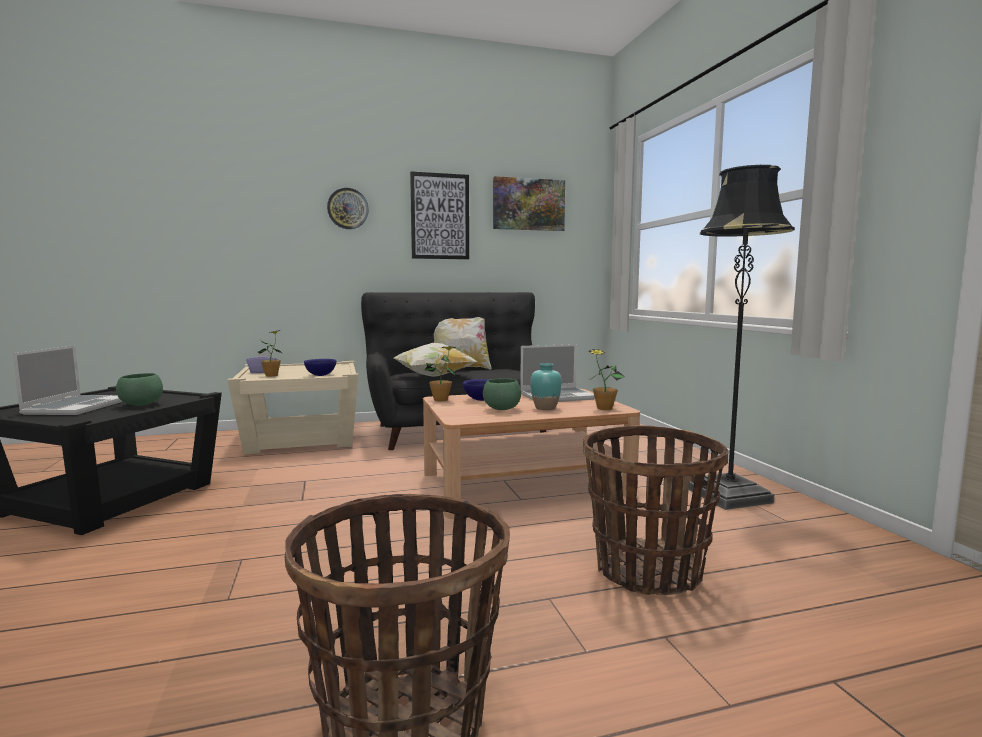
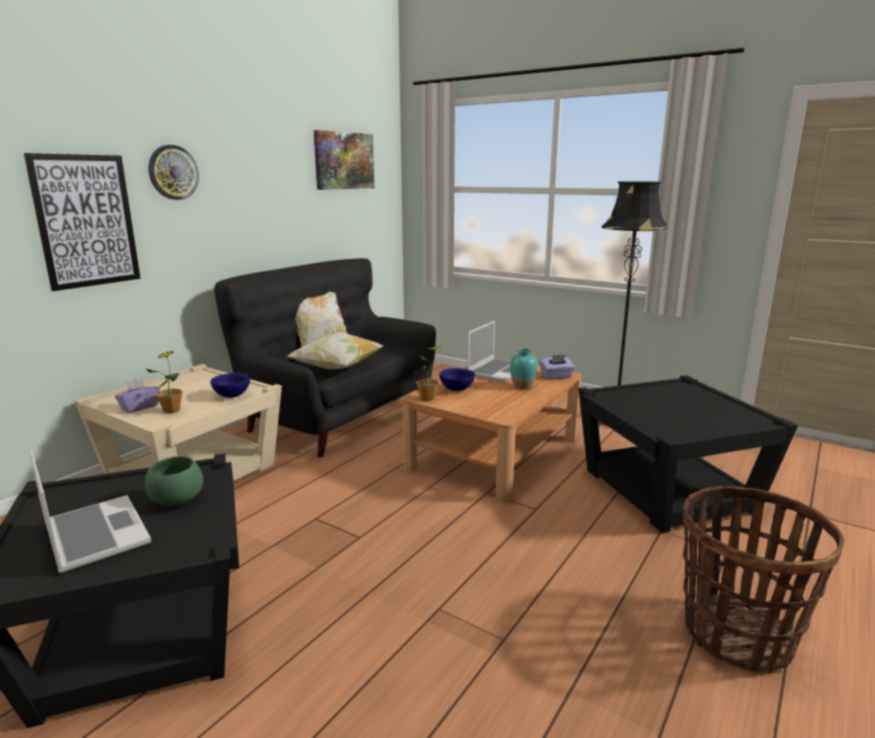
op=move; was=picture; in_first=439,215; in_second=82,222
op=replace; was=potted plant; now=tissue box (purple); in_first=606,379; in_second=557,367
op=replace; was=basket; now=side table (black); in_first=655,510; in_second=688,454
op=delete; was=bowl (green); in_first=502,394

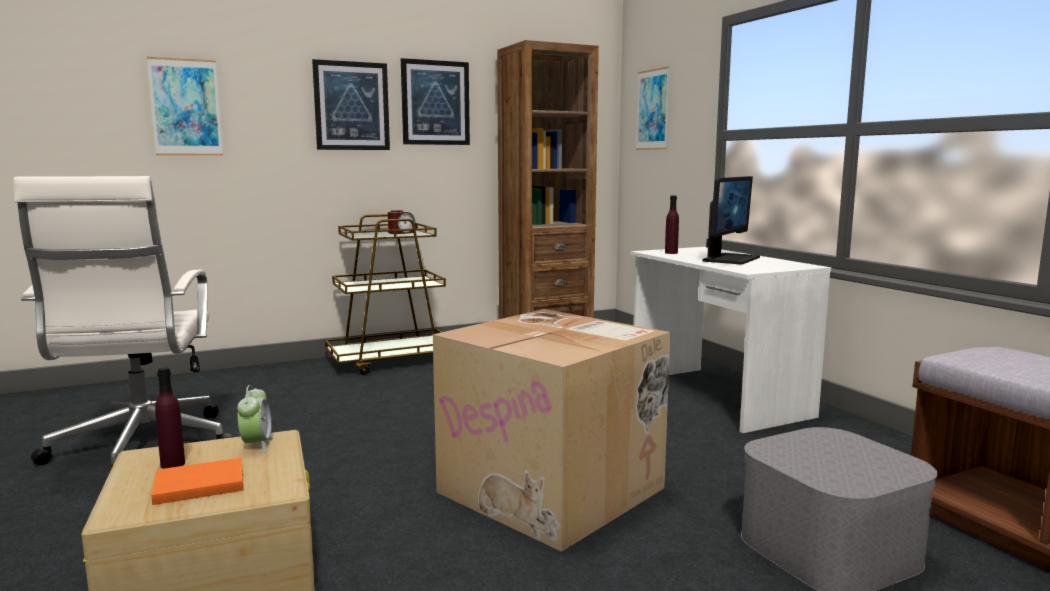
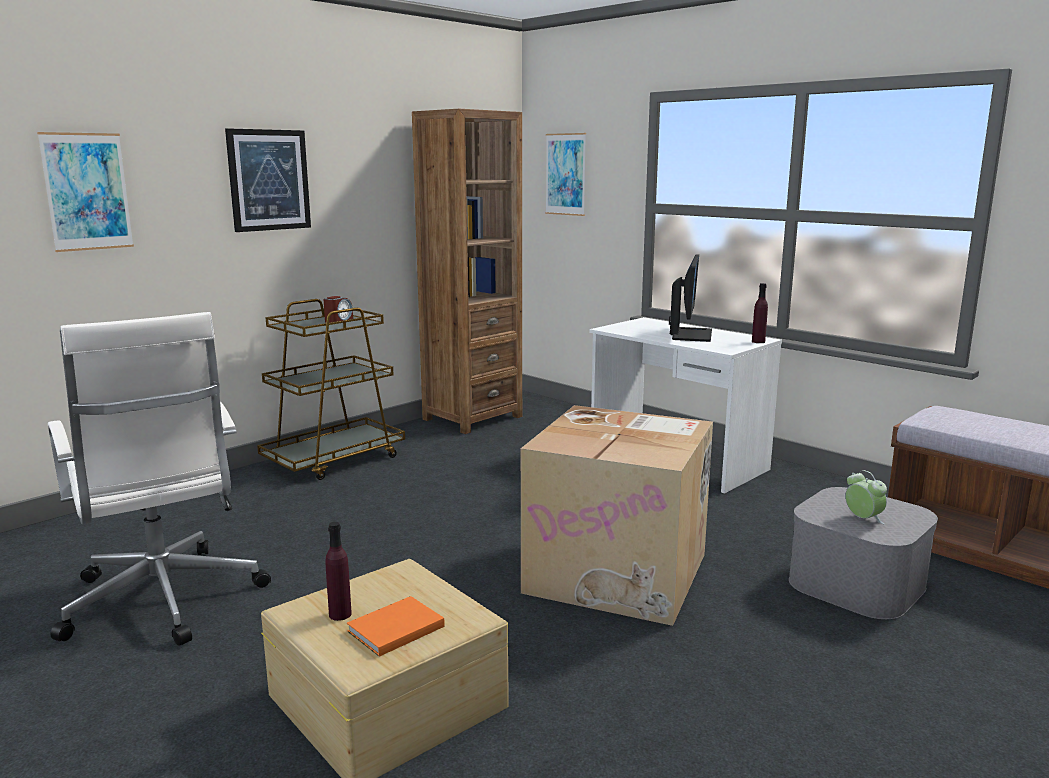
op=move; was=bottle (purple); in_first=672,225; in_second=760,313
op=move; was=alarm clock; in_first=255,419; in_second=866,497
op=delete; was=picture; in_first=435,101

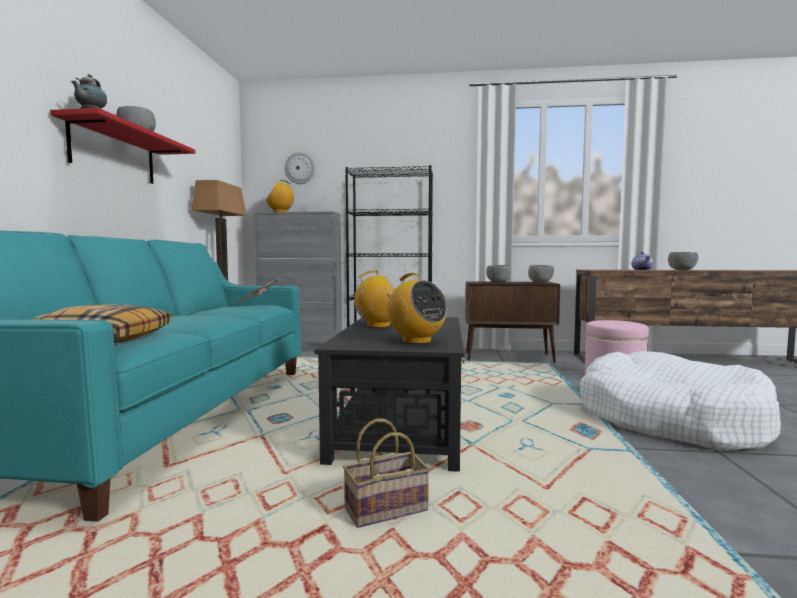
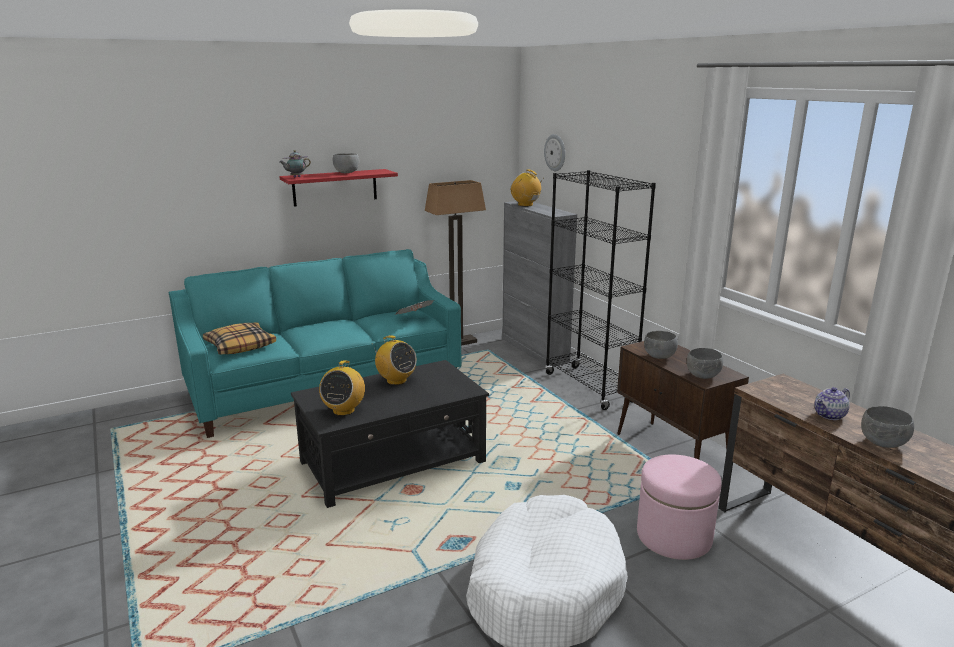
op=delete; was=basket; in_first=386,473

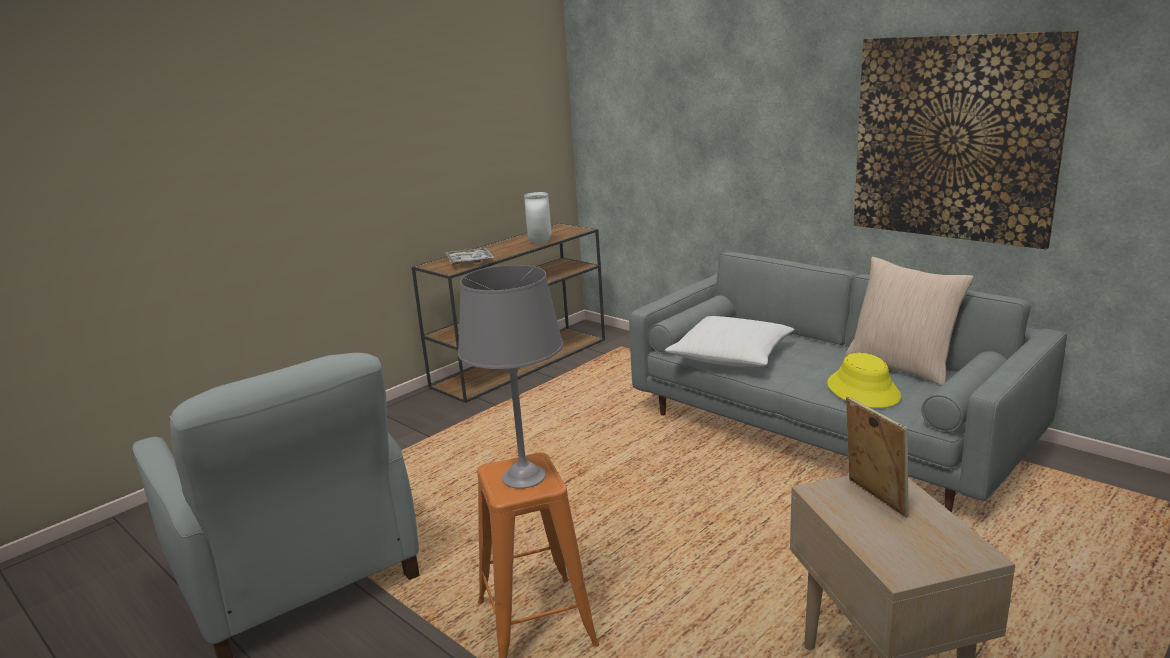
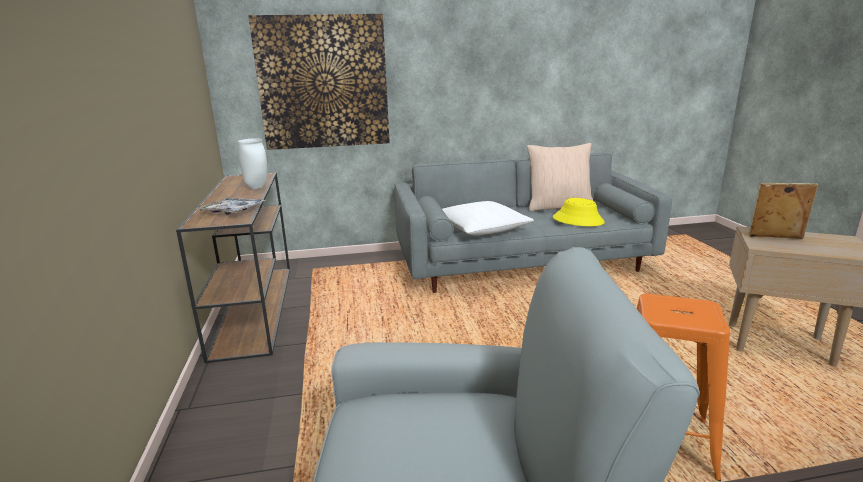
op=move; was=picture; in_first=966,139; in_second=319,82
op=delete; was=table lamp (grey); in_first=510,377

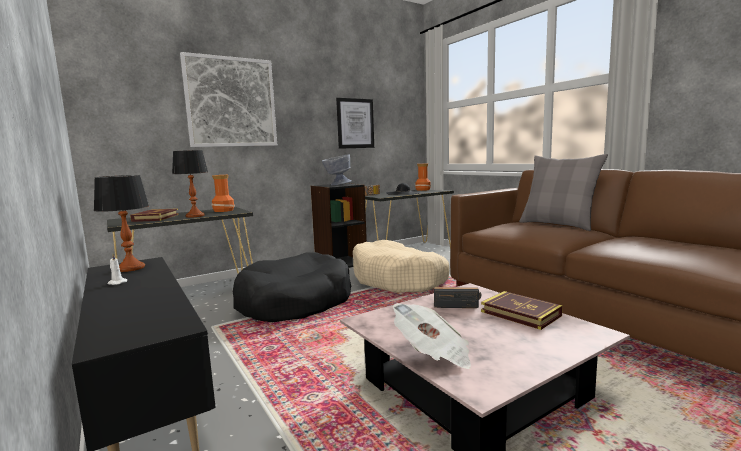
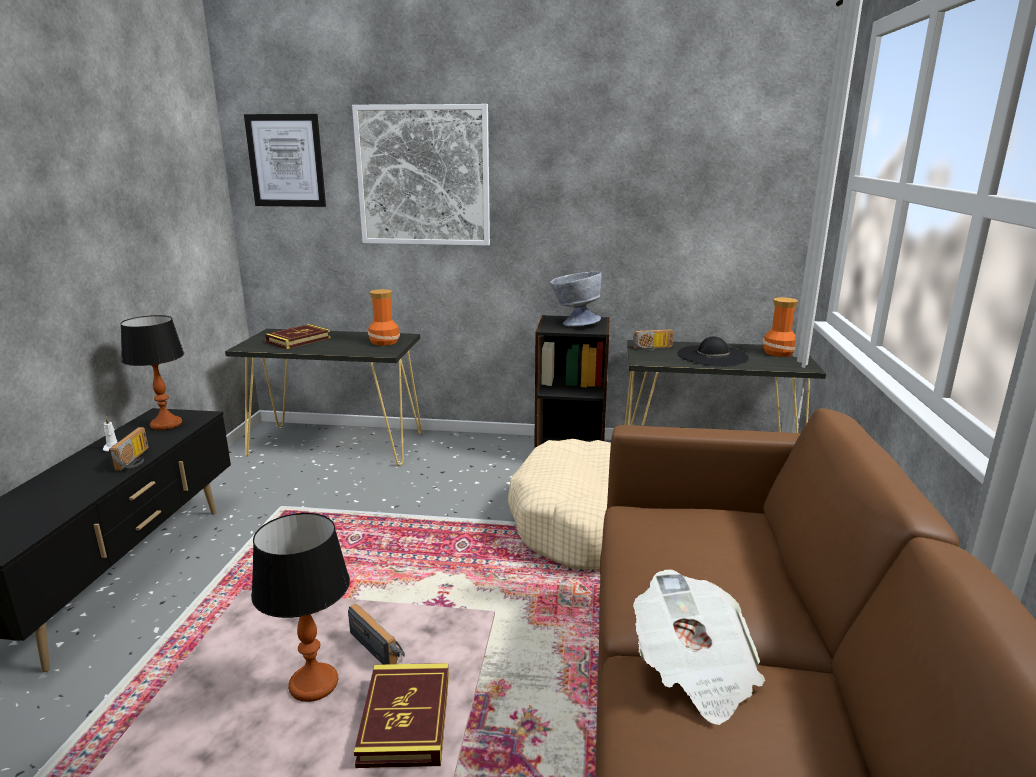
op=insert; now=radio; in_second=128,449
op=move; was=picture; in_first=355,123; in_second=285,160
op=move; was=table lamp; in_first=190,184; in_second=300,607
op=move; was=newspaper; in_first=432,336; in_second=699,647
op=delete; was=dog bed (black); in_first=292,287
op=delete; was=pillow (grey); in_first=563,192

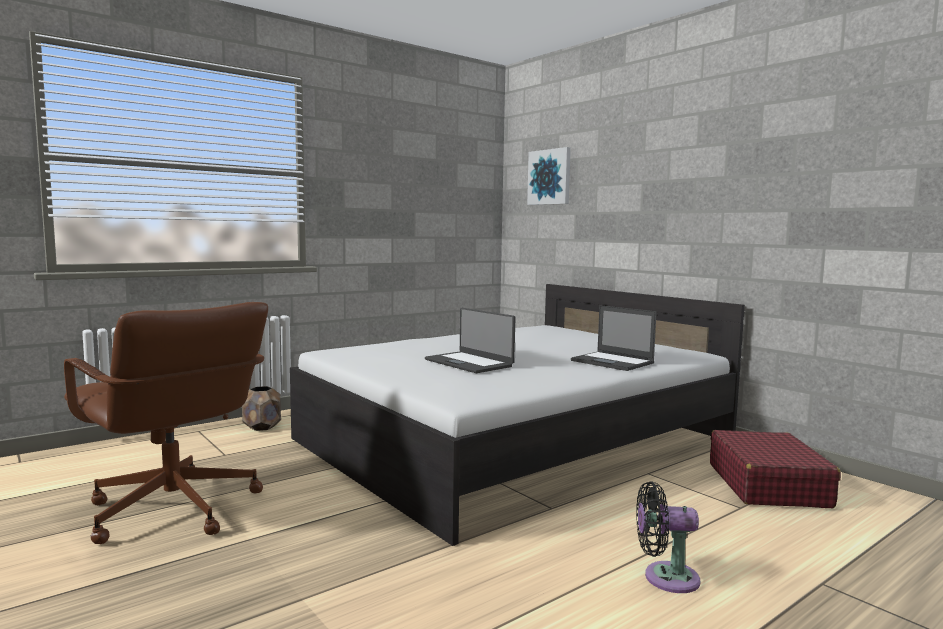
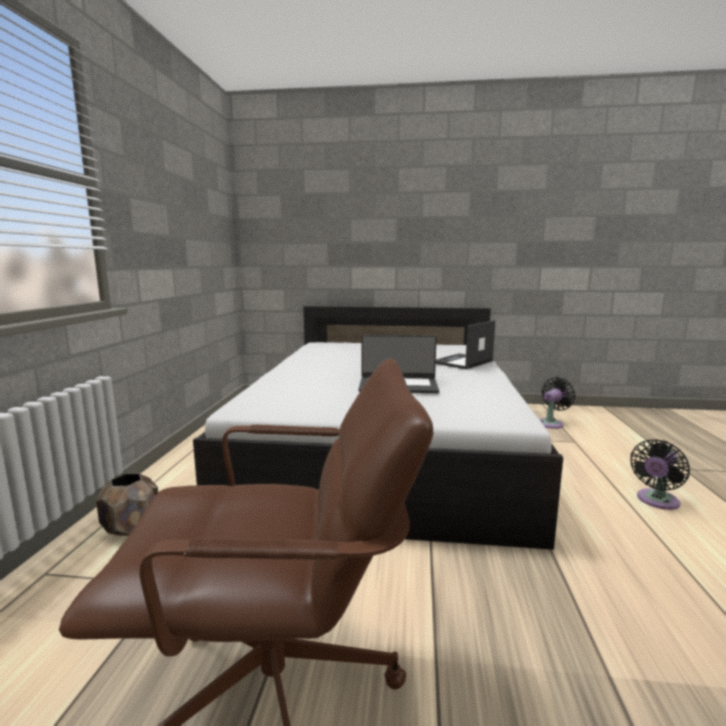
op=rotate; was=laptop; in_first=614,338; in_second=465,344; clockwise=135
op=replace; was=suitcase (red); now=fan (black); in_first=775,469; in_second=557,403
op=delete; was=picture; in_first=549,176

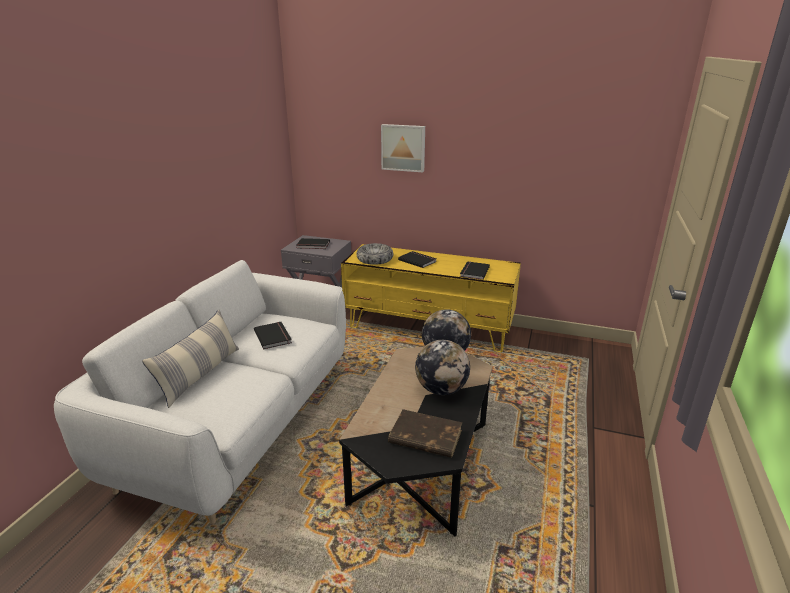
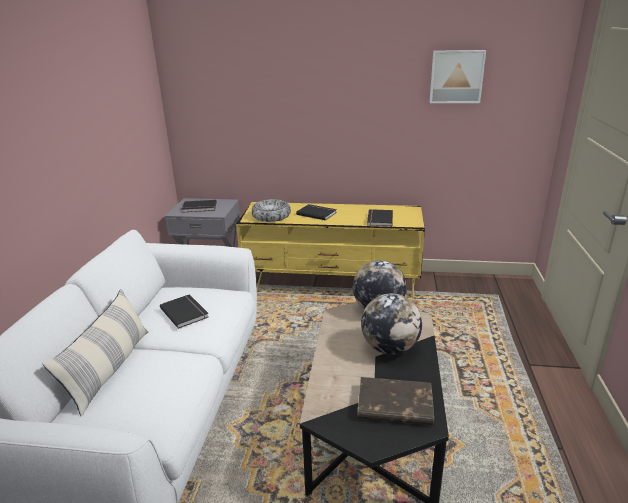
op=move; was=picture; in_first=403,148; in_second=458,76

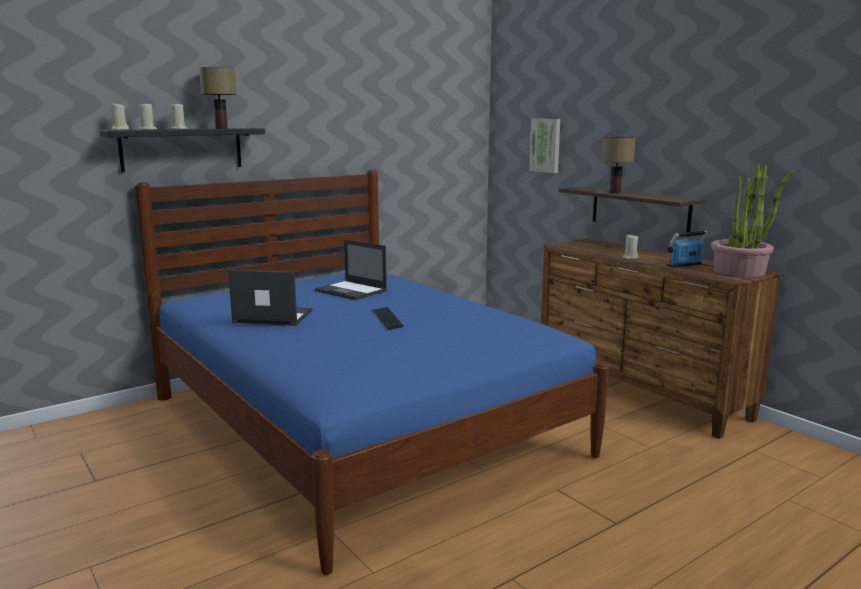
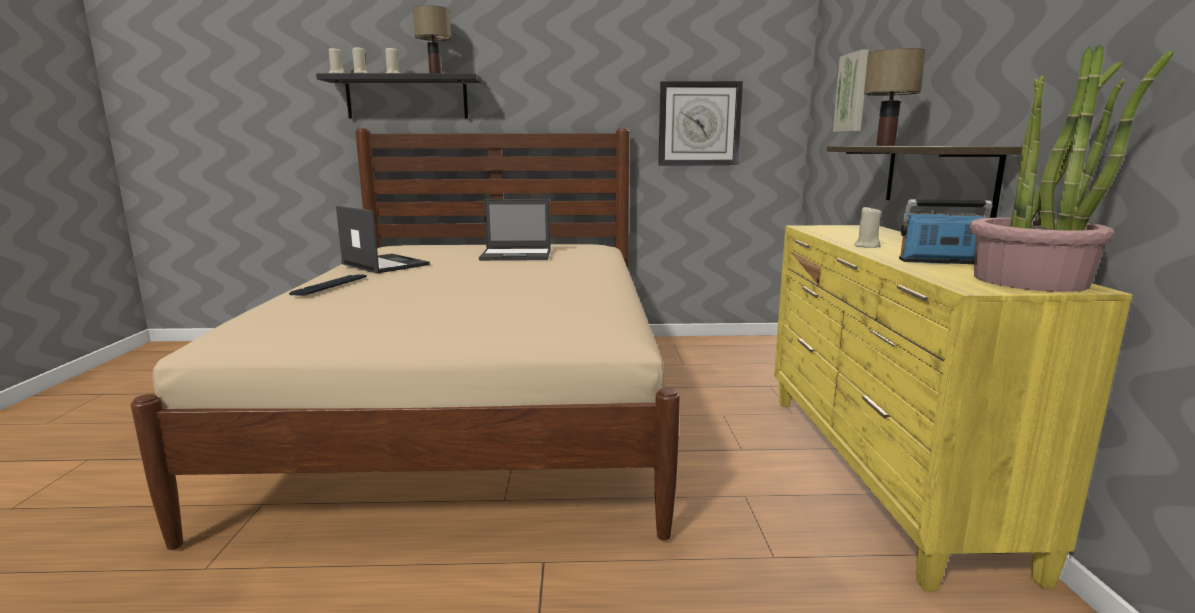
op=recolor; was=bed (blue); now=bed (beige); in_first=371,372; in_second=405,339
op=move; was=keyboard; in_first=388,318; in_second=328,284
op=rotate; was=laptop; in_first=351,269; in_second=515,230; clockwise=-75
op=insert; now=wall clock; in_second=700,123
op=recolor; was=dresser (brown); now=dresser (yellow); in_first=661,338; in_second=953,408

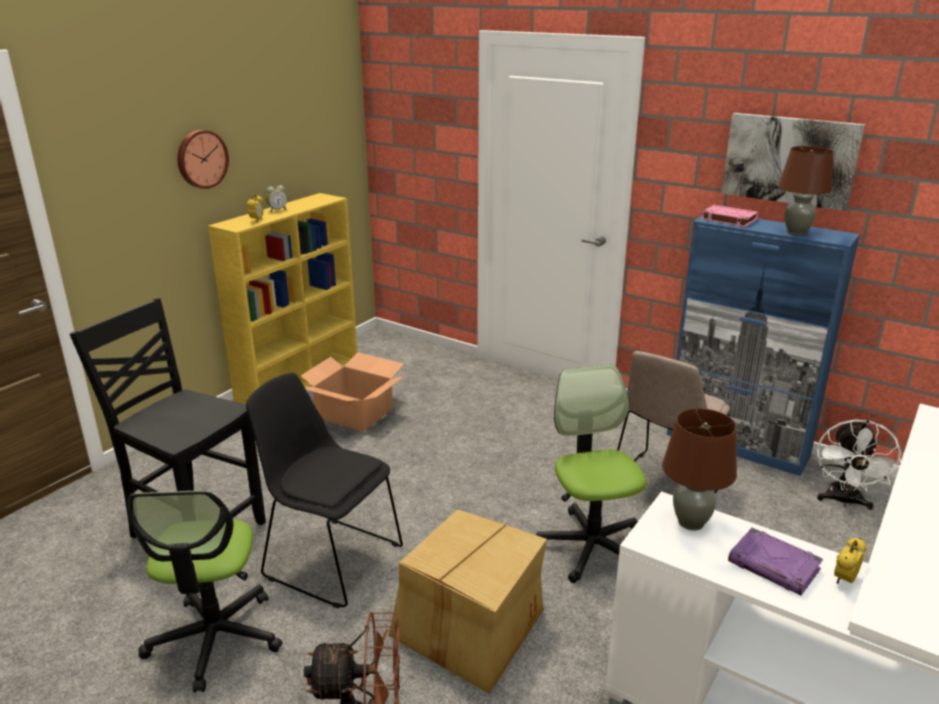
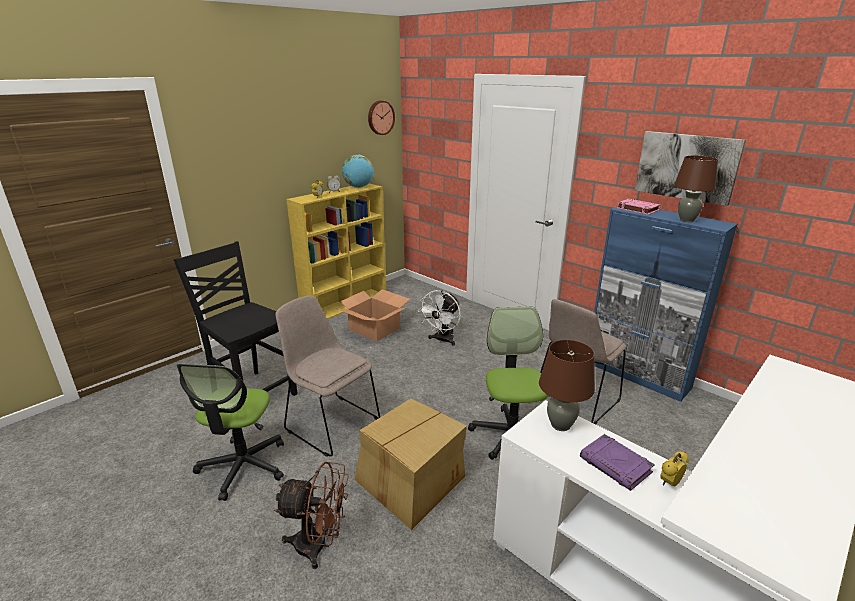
op=recolor; was=chair (black); now=chair (beige); in_first=324,491; in_second=328,376
op=insert; now=globe; in_second=358,171
op=move; was=wall clock; in_first=203,159; in_second=381,117
op=move; was=fan (white); in_first=859,464; in_second=439,318

